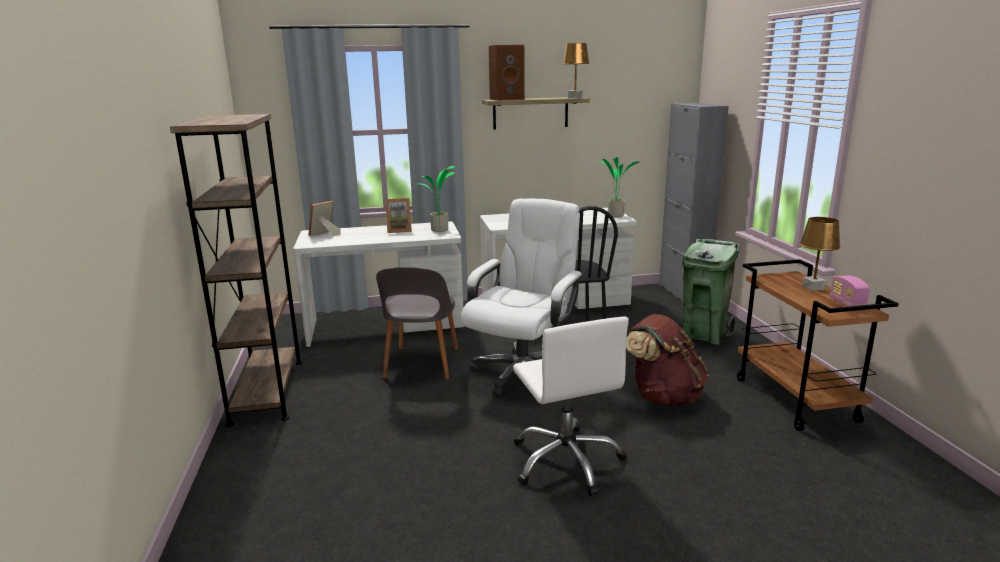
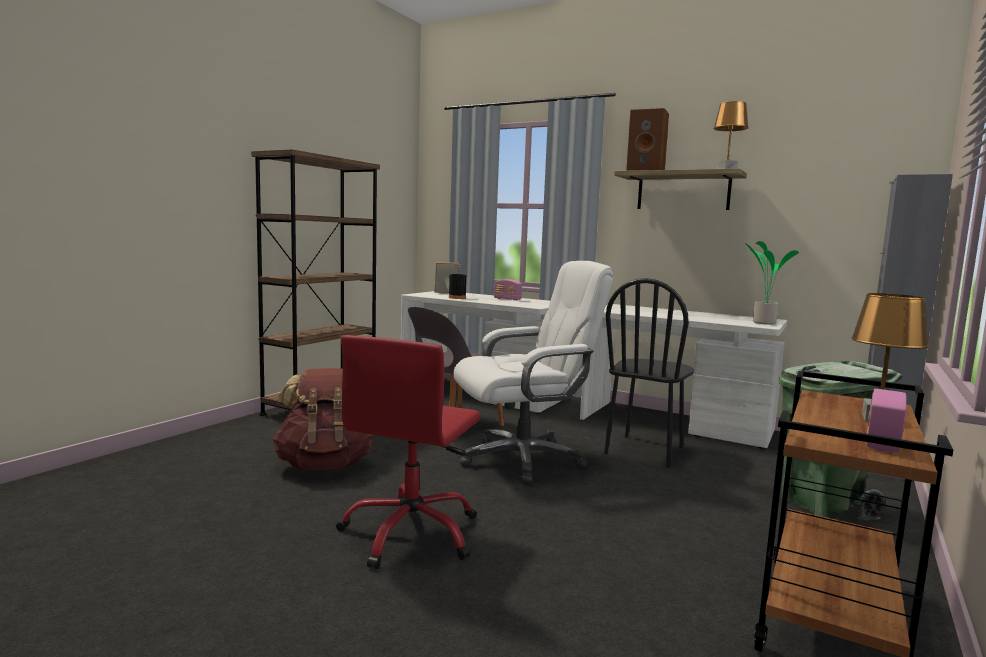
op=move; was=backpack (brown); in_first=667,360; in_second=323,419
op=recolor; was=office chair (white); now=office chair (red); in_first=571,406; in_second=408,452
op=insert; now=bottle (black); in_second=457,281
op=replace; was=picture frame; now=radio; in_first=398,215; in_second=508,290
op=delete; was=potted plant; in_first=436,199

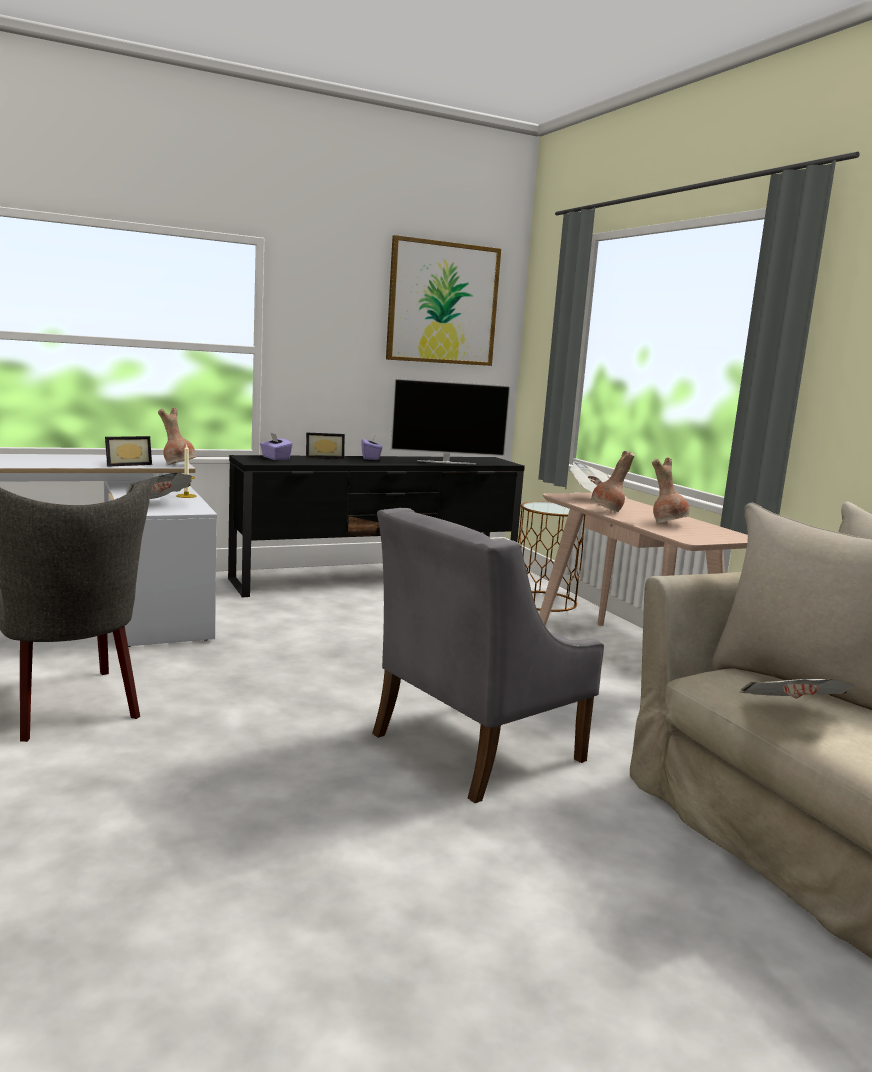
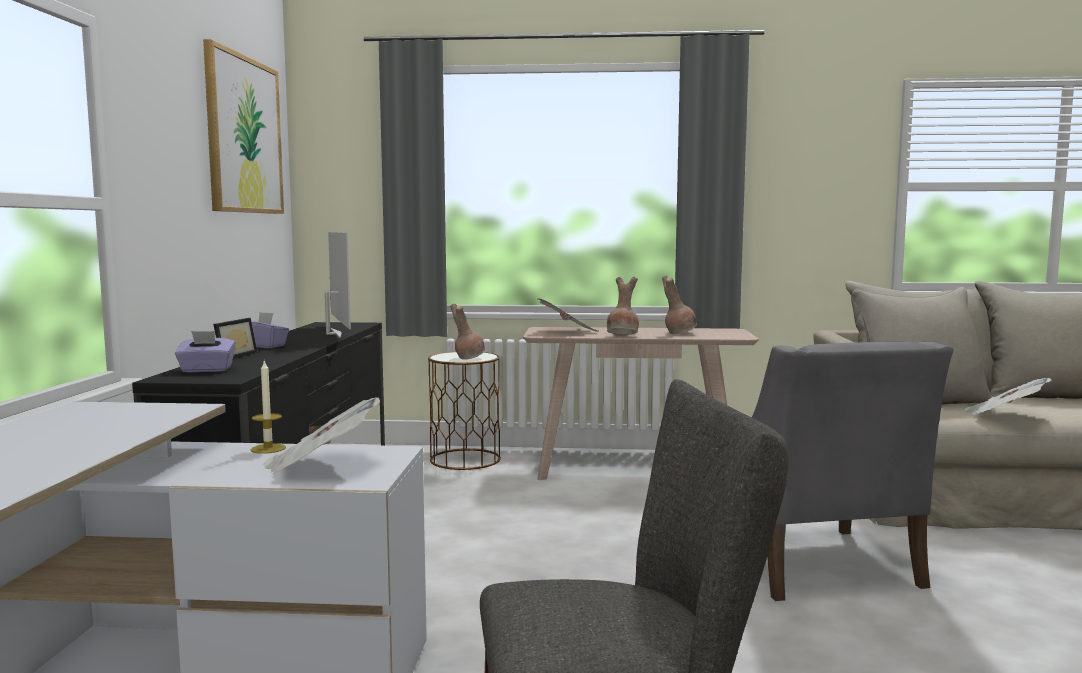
op=rotate; was=television; in_first=450,421; in_second=338,285; clockwise=-45
op=move; was=vase (brown); in_first=177,436; in_second=467,331
op=delete; was=picture frame; in_first=128,451

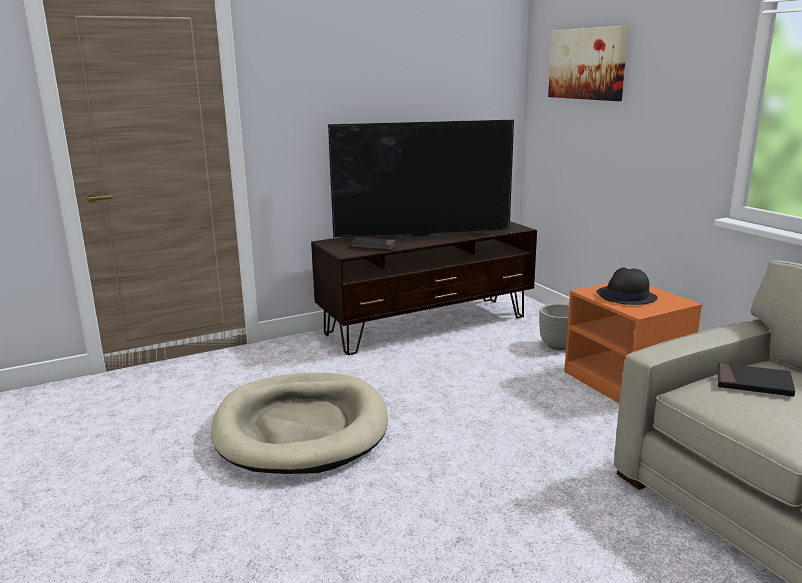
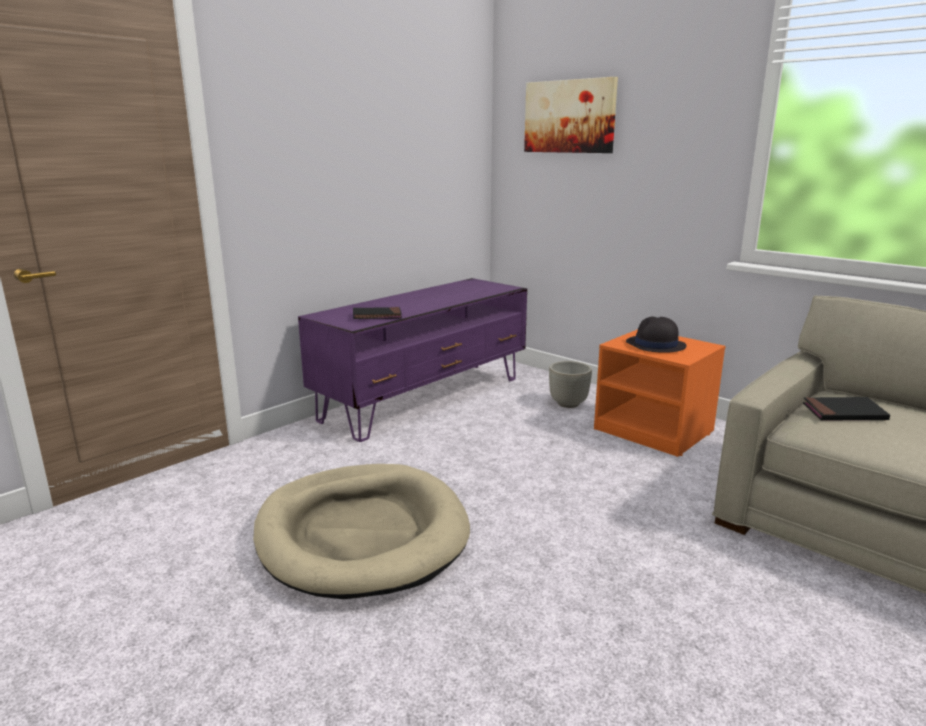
op=recolor; was=tv stand (brown); now=tv stand (purple); in_first=424,288; in_second=412,360
op=delete; was=television; in_first=421,180

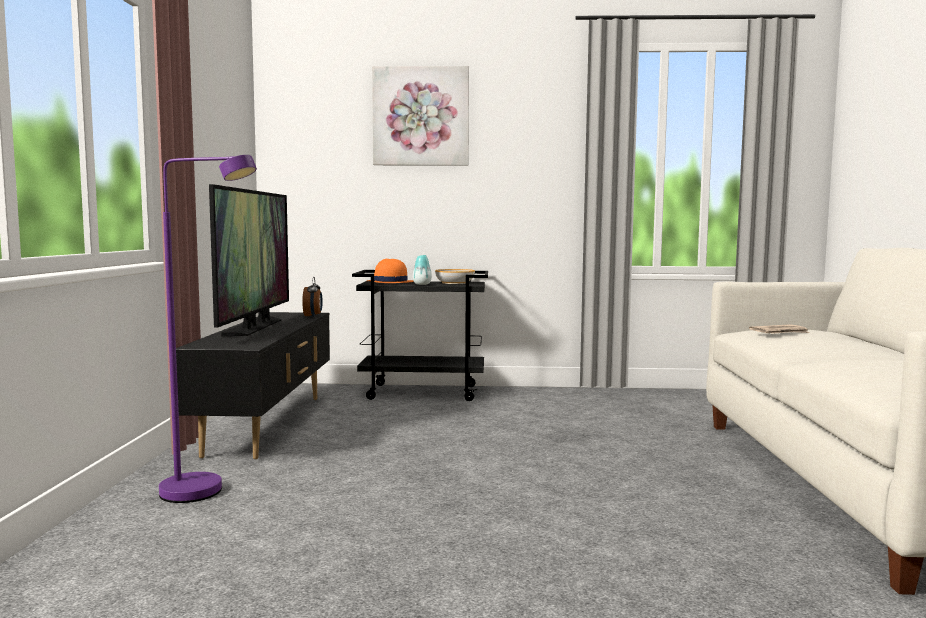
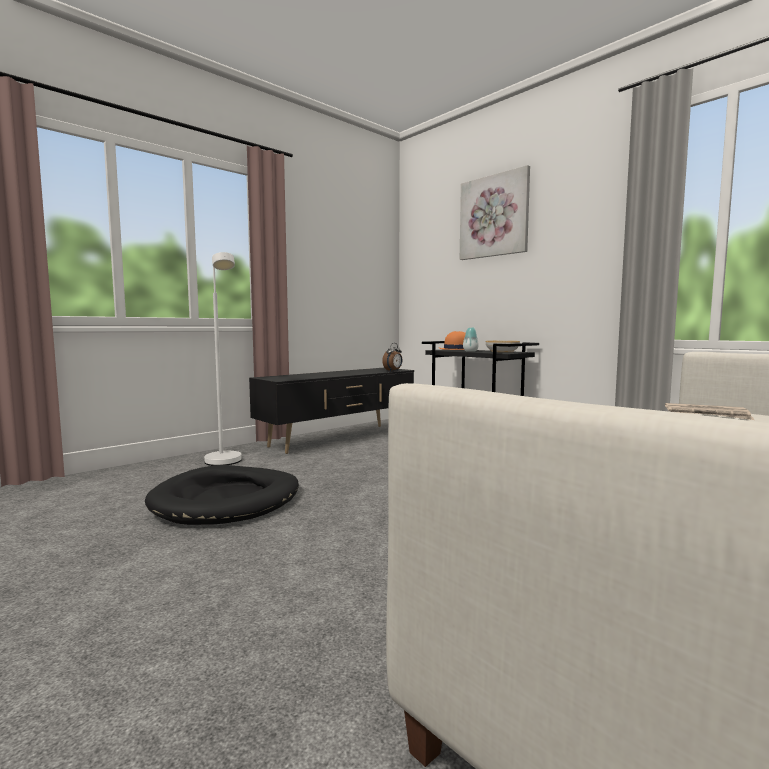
op=insert; now=dog bed (black); in_second=222,495
op=recolor; was=floor lamp (purple); now=floor lamp (white); in_first=208,329; in_second=223,359
op=delete; was=television; in_first=249,260

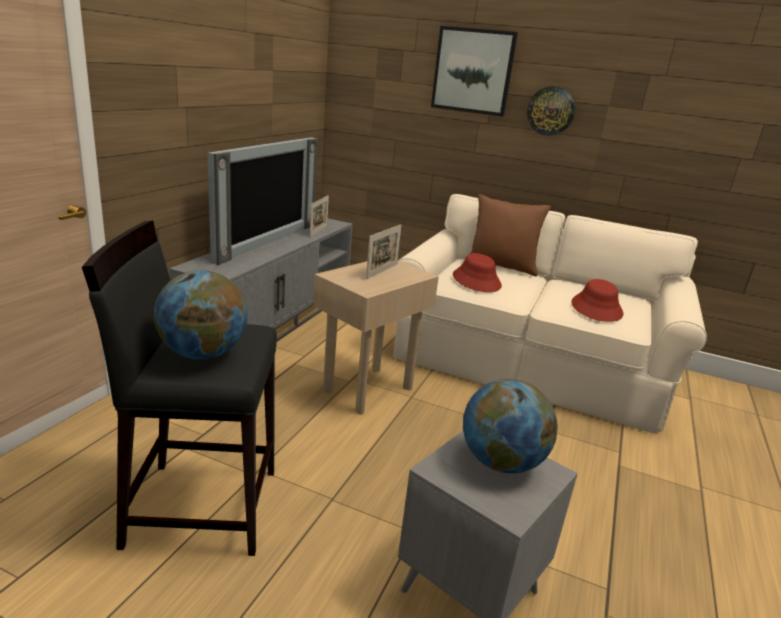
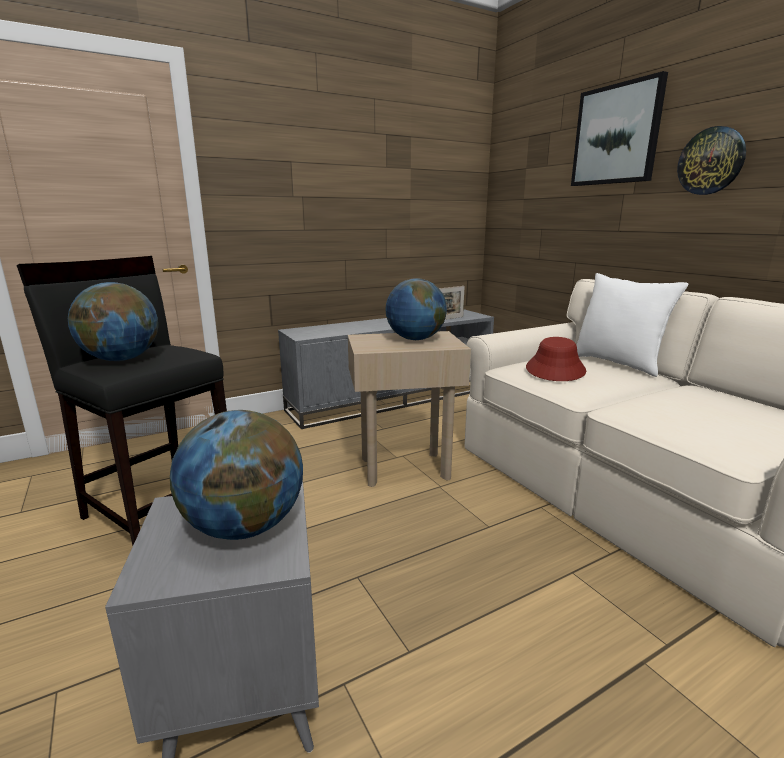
op=replace; was=picture frame; now=globe; in_first=383,251; in_second=416,309
op=recolor; was=pillow (brown); now=pillow (white); in_first=510,235; in_second=632,325
op=delete; was=television; in_first=263,201
op=delete; was=hat (red); in_first=597,300

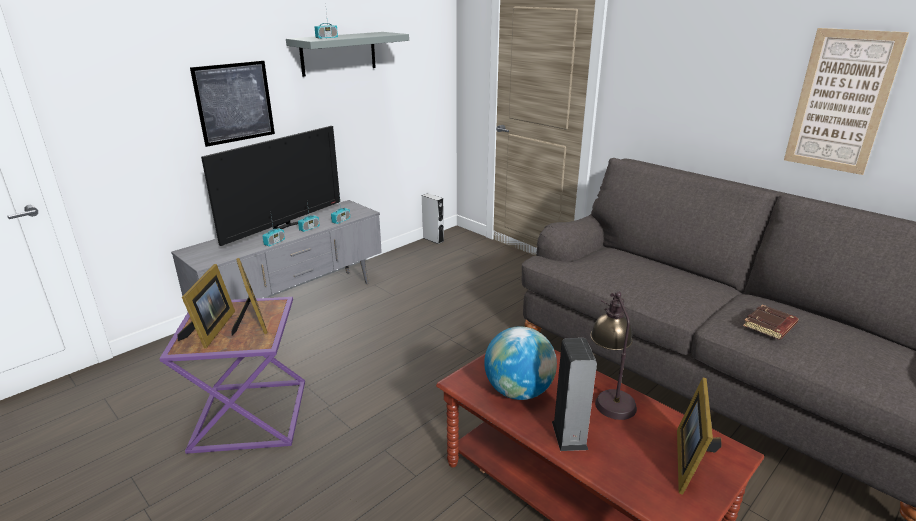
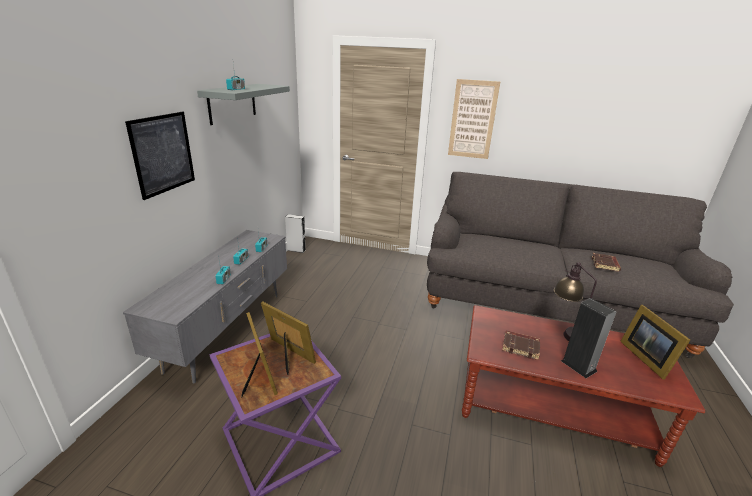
op=move; was=picture; in_first=846,101; in_second=474,119
op=replace; was=globe; now=book (brown); in_first=520,363; in_second=521,345
op=delete; was=television; in_first=270,186

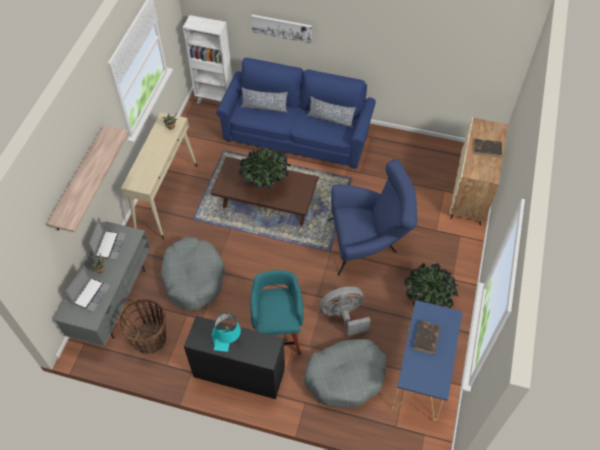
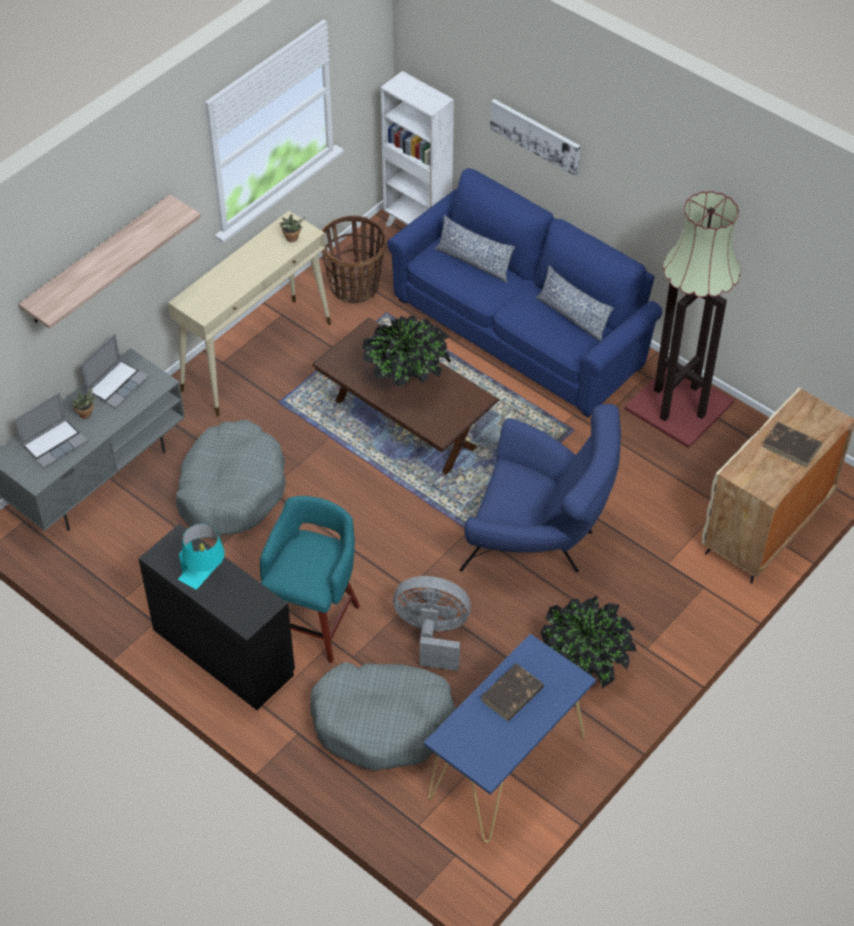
op=move; was=basket; in_first=142,326; in_second=353,260
op=insert; now=floor lamp; in_second=682,319

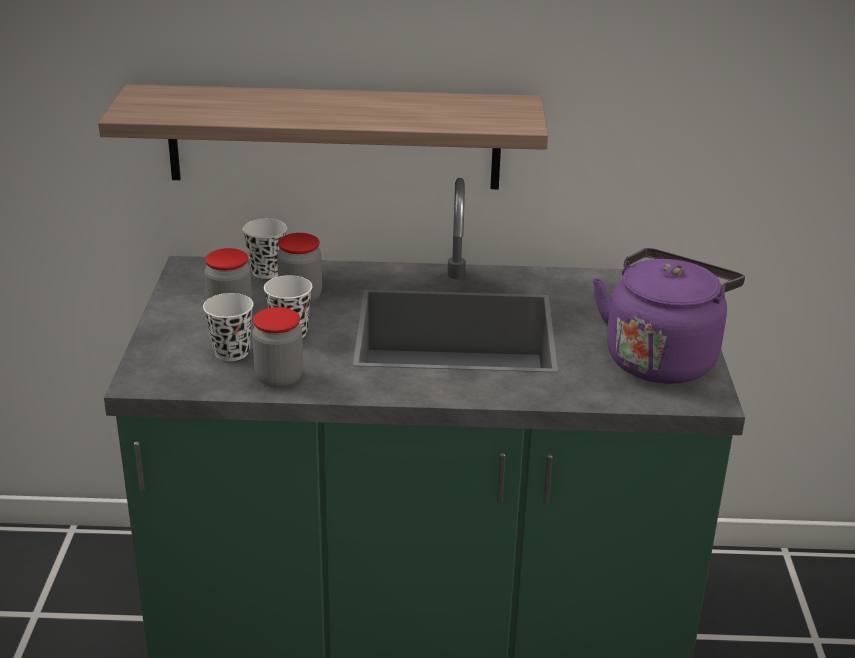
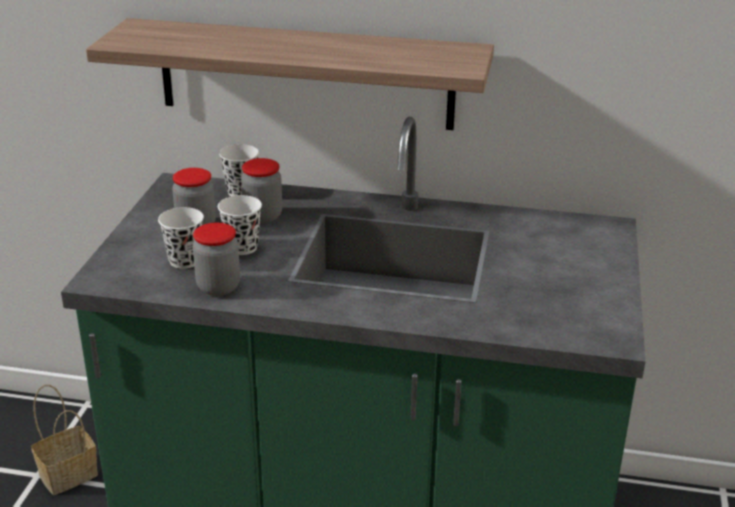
op=insert; now=basket; in_second=64,440
op=delete; was=kettle (purple); in_first=669,316

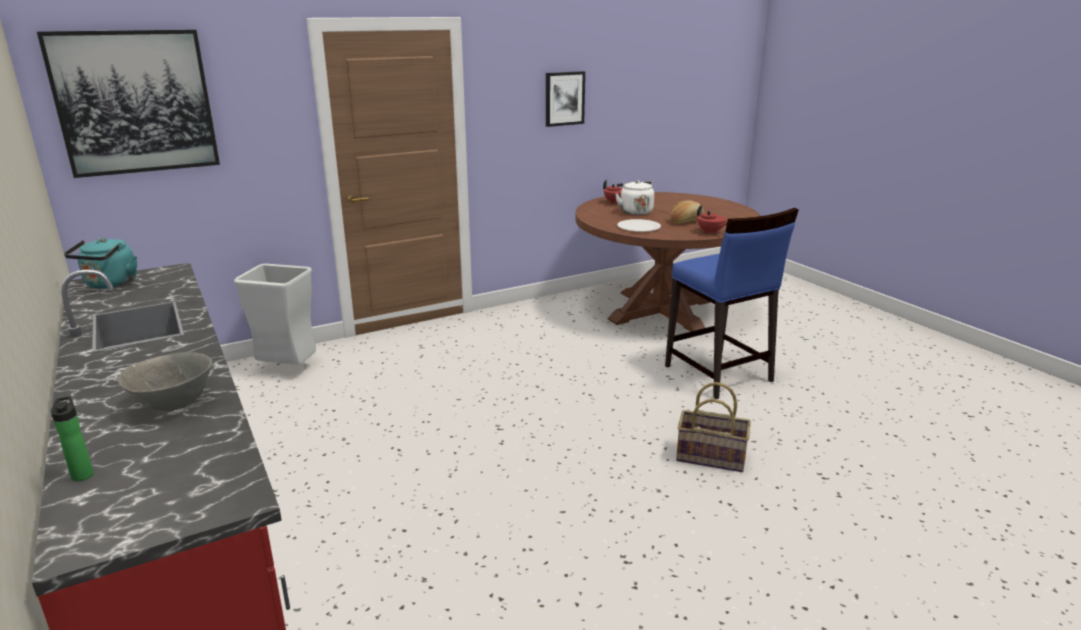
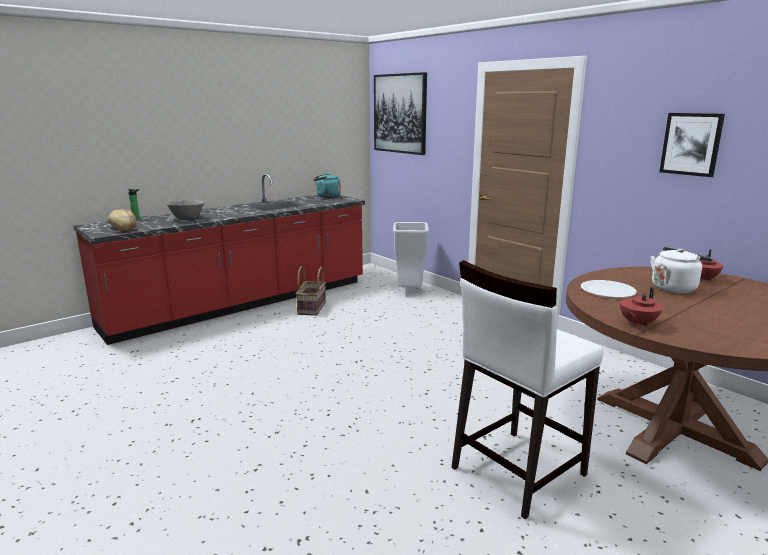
op=move; was=bread; in_first=687,212; in_second=122,220
op=move; was=basket; in_first=713,427; in_second=310,291
op=recolor; was=stool (blue); now=stool (white); in_first=732,303; in_second=527,389

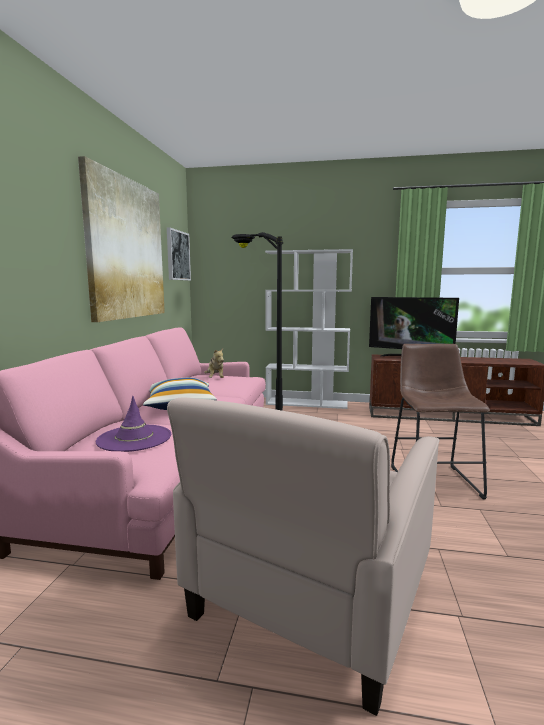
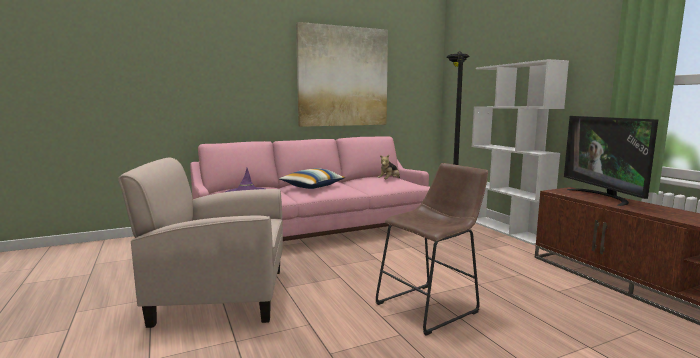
op=delete; was=picture; in_first=179,253

